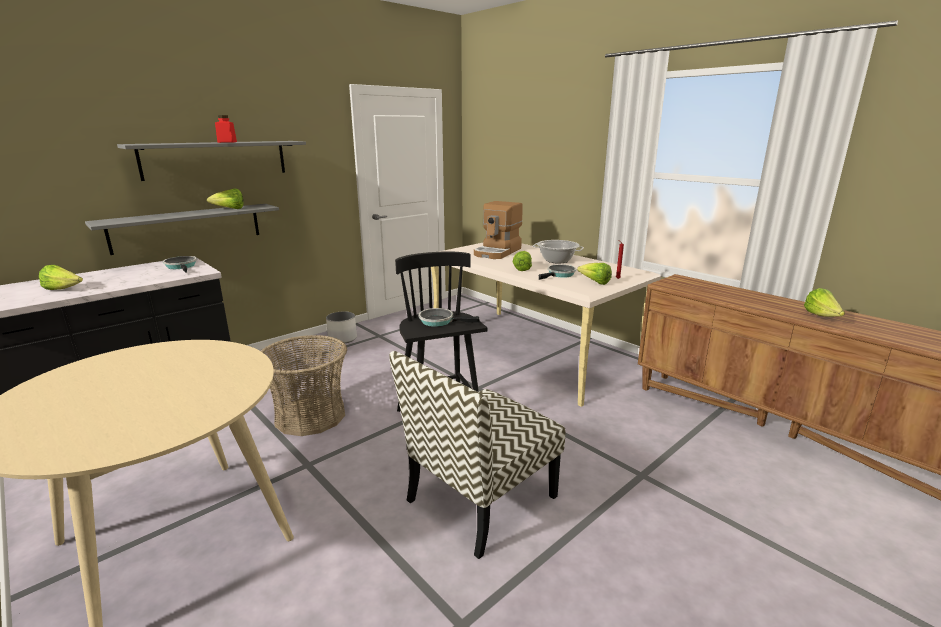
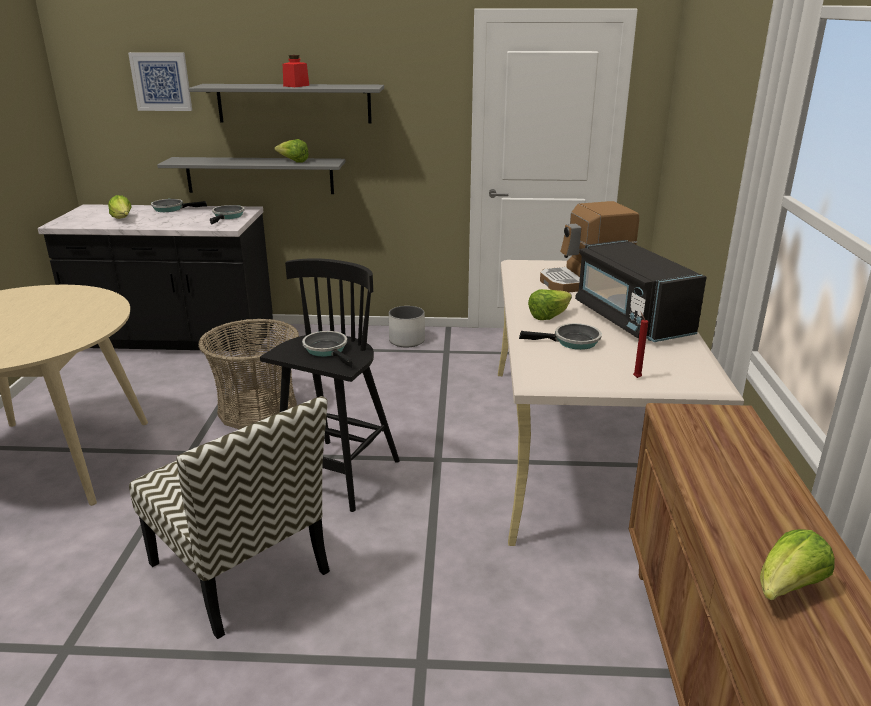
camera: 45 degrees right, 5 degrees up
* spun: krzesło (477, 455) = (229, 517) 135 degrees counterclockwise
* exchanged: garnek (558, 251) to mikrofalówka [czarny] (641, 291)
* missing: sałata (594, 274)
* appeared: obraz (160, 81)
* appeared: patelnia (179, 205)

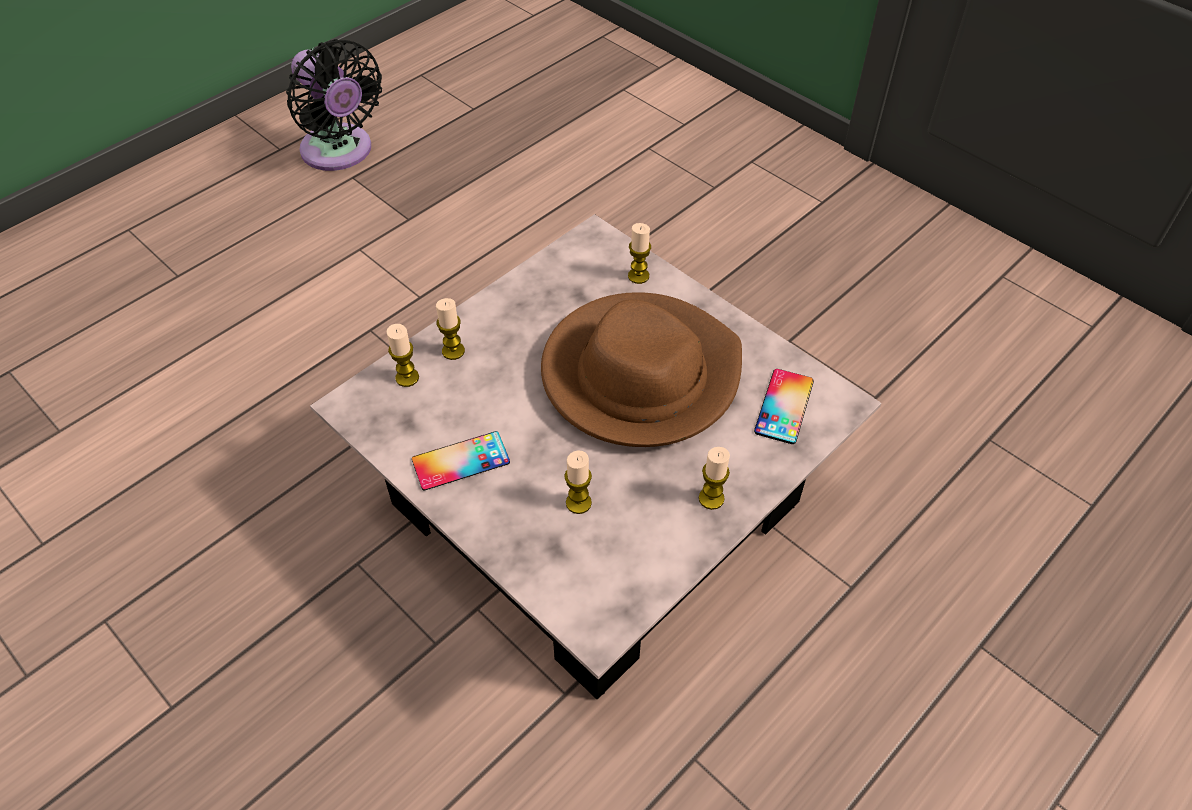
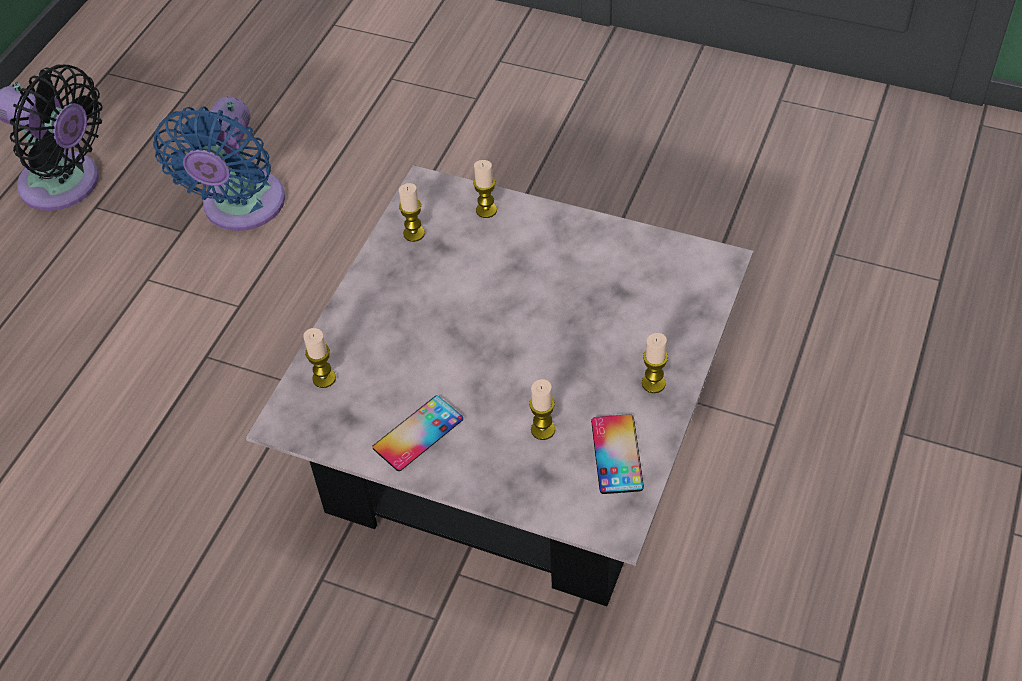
camera: 20 degrees left, 0 degrees up
* relocated: świeca (450, 329) to (412, 212)
* missing: kapelusz [brązowy] (641, 369)
* relocated: telefon (784, 406) to (617, 454)
* appeared: wentylator [niebieski] (219, 163)

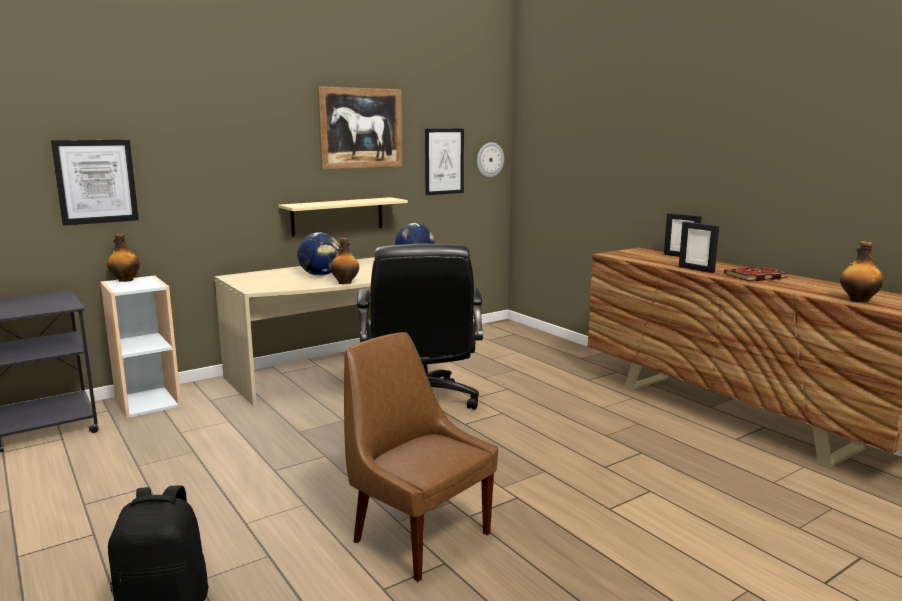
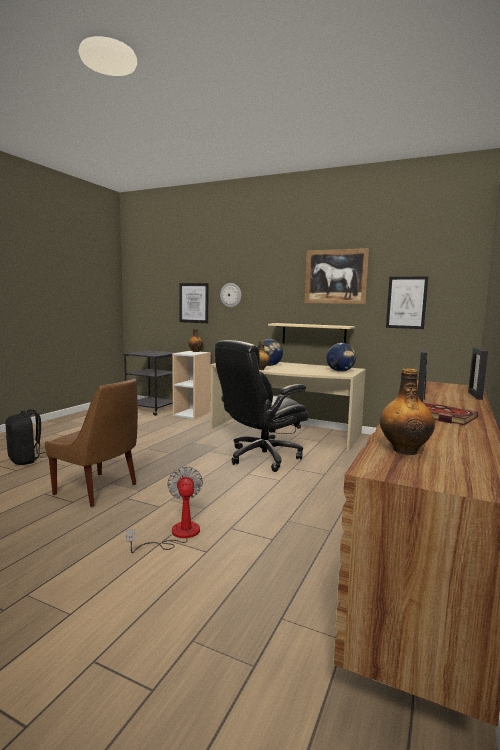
camera: 60 degrees right, 5 degrees down
* spun: krzesło [brązowy] (421, 457) = (91, 443) 105 degrees clockwise
* relocated: zegar ścienny (490, 159) to (230, 295)
* appeared: wentylator (164, 509)

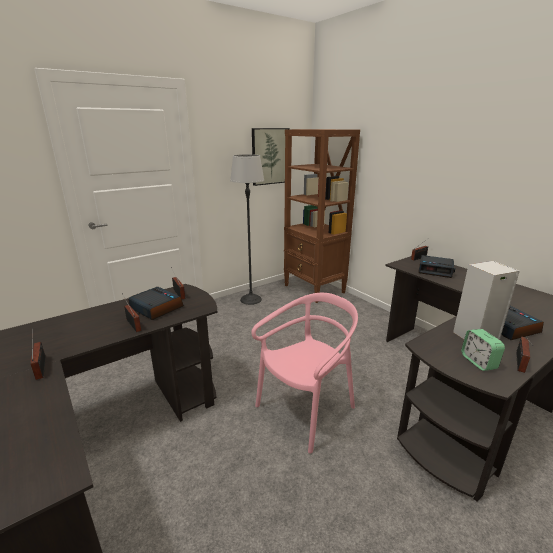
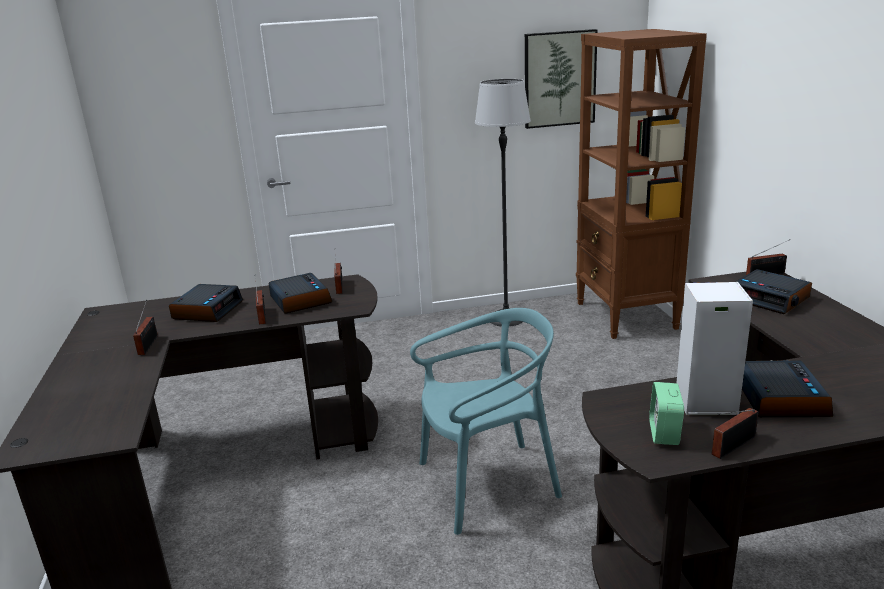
camera: 25 degrees right, 0 degrees up
* colour: krzesło [różowy] (304, 373) to krzesło [turkusowy] (486, 421)
* appeared: budzik (206, 303)

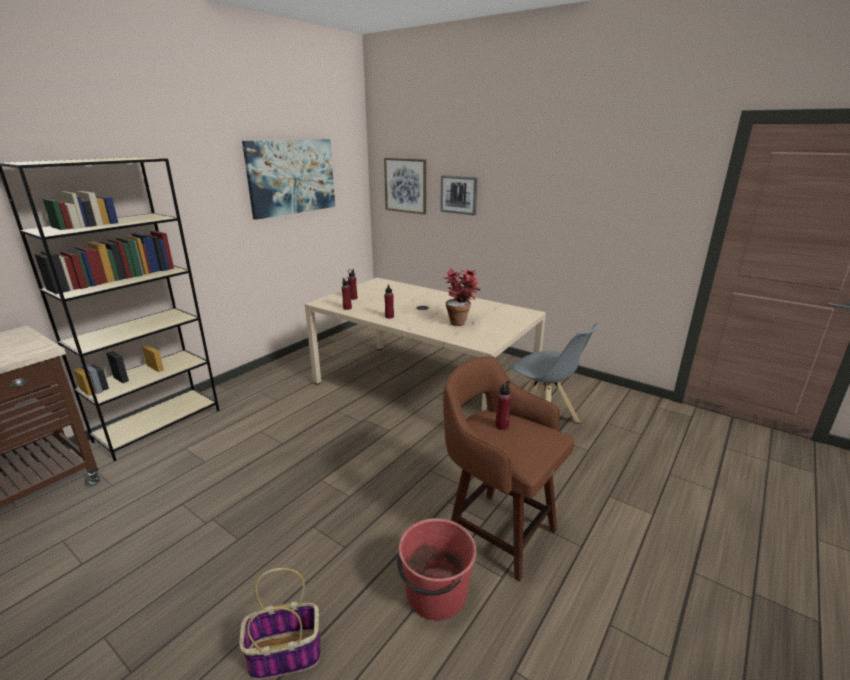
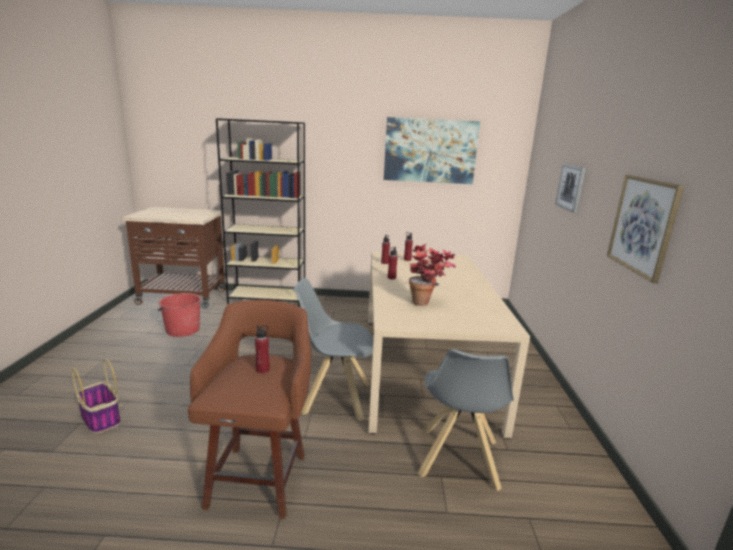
camera: 55 degrees right, 5 degrees down
* relocated: obraz (405, 186) to (645, 229)
* relocated: wiadro [czerwony] (437, 569) to (179, 315)
* appeared: krzesło [szary] (333, 349)

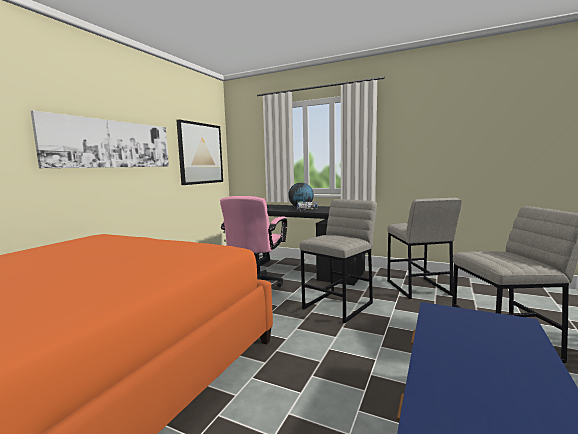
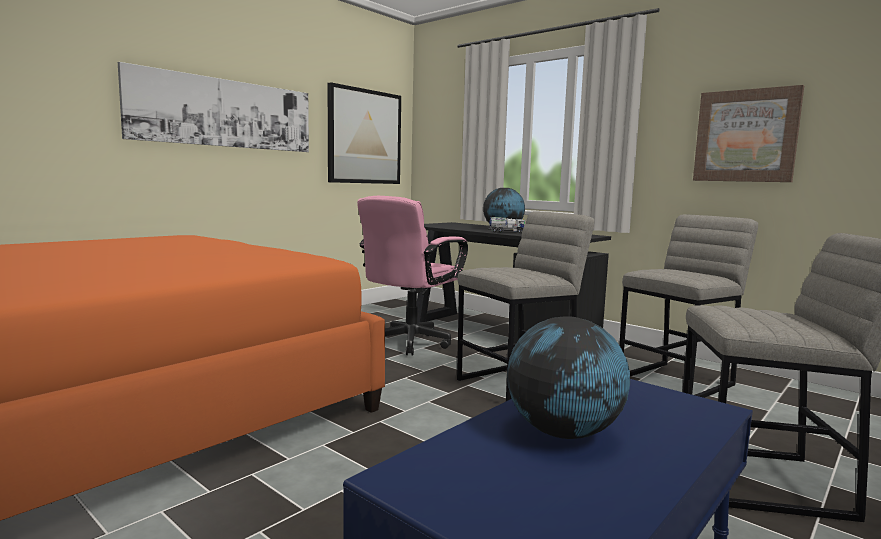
camera: 15 degrees right, 0 degrees up
* spun: krzesło [szary] (424, 248) = (688, 306) 135 degrees counterclockwise
* appeared: globus (568, 377)
* appeared: obraz (748, 133)

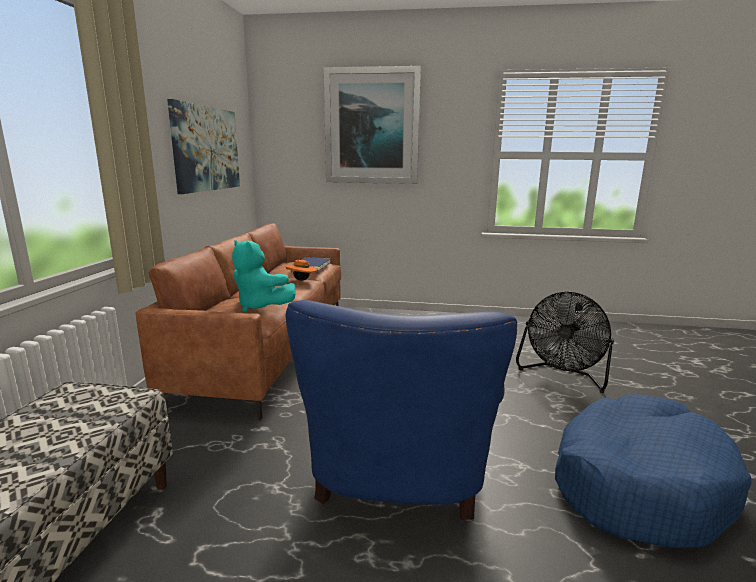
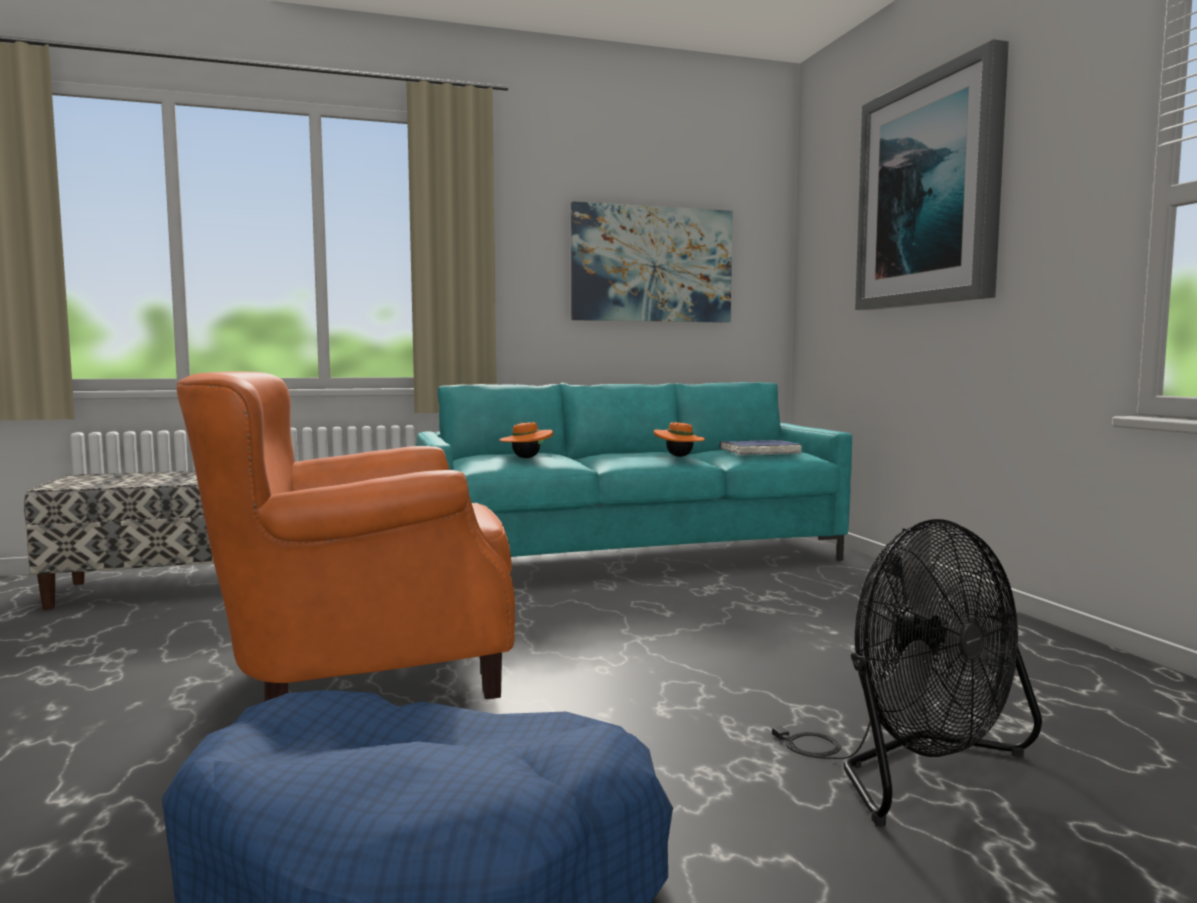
camera: 65 degrees right, 10 degrees down
* colour: kanapa [brązowy] (238, 321) to kanapa [turkusowy] (634, 471)
* exchanged: pluszak [turkusowy] (263, 276) to kapelusz [pomarańczowy] (526, 439)
* colour: fotel [niebieski] (401, 410) to fotel [pomarańczowy] (346, 536)
* spun: wentylator [czarny] (565, 342) = (907, 672) 135 degrees counterclockwise

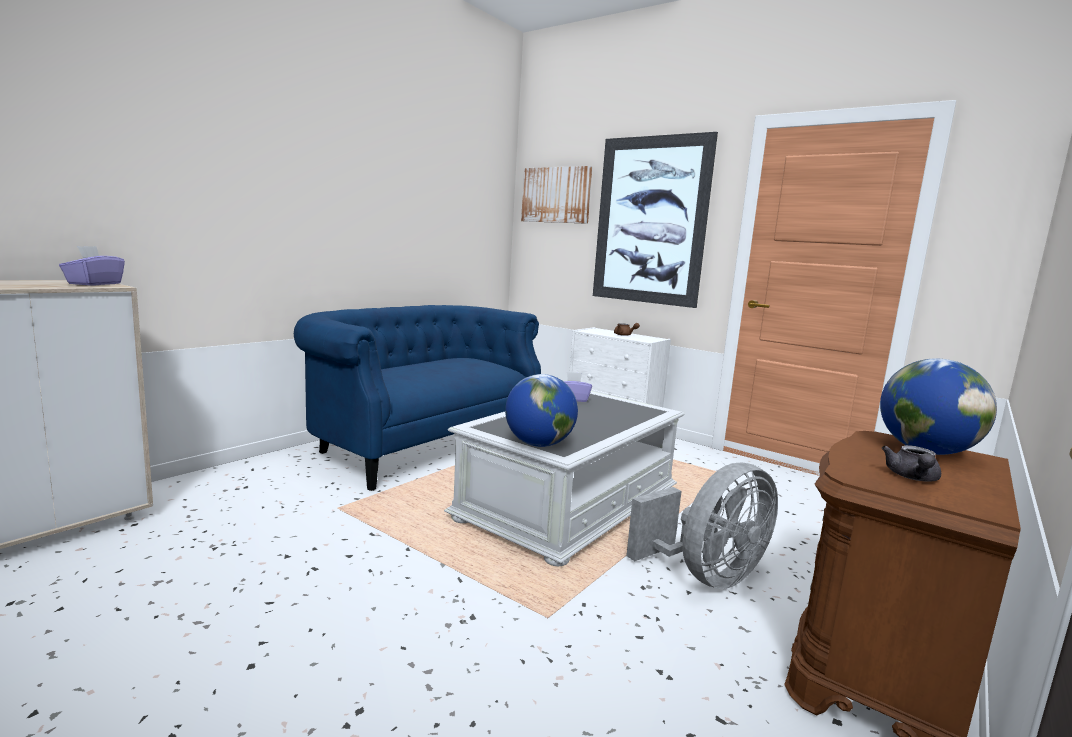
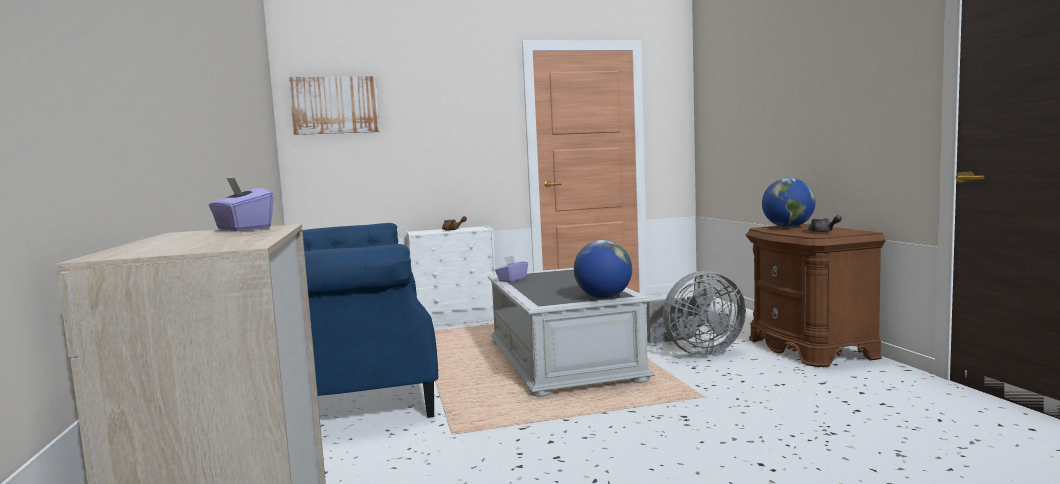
camera: 50 degrees left, 5 degrees down
* missing: obraz (655, 220)
* spun: wentylator [szary] (702, 525) = (696, 313) 75 degrees clockwise

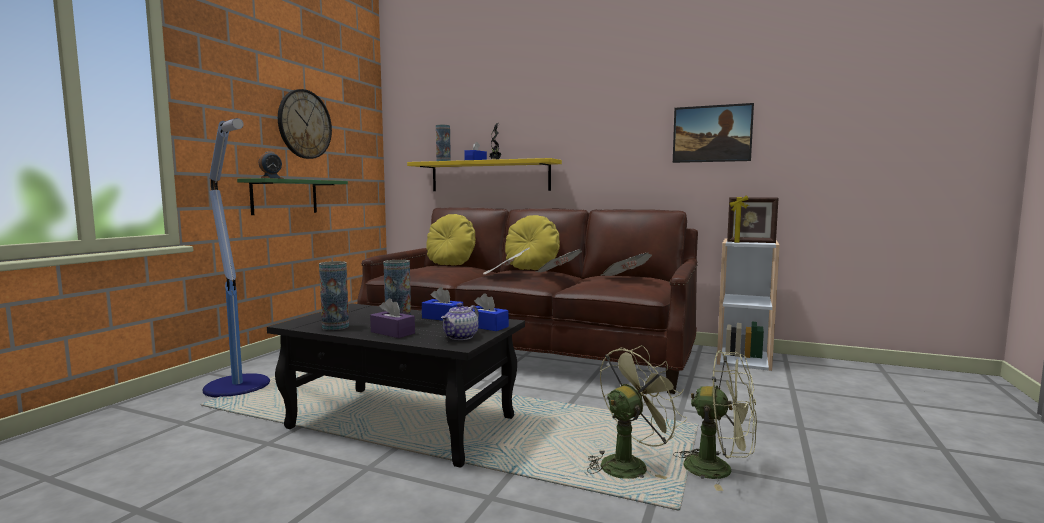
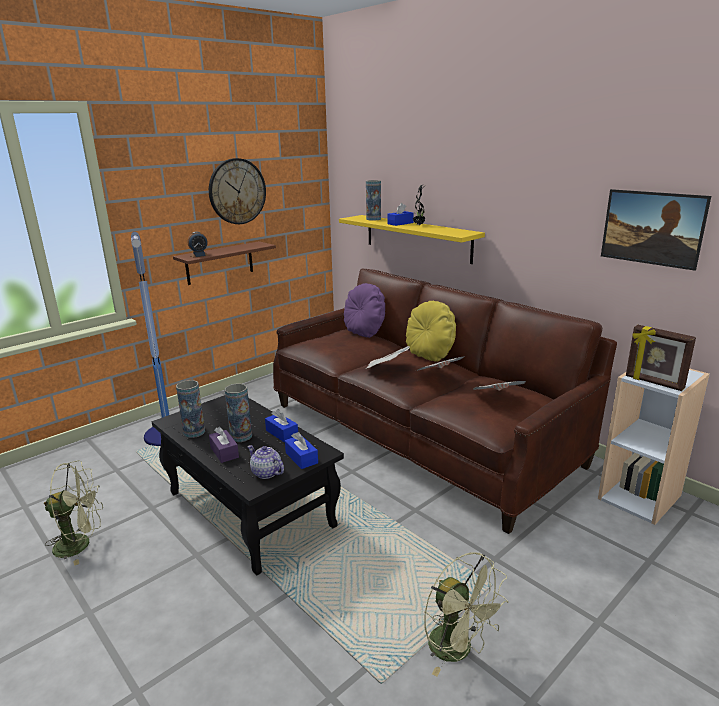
camera: 25 degrees right, 15 degrees up
* colour: półka [zielony] (292, 196) to półka [brązowy] (224, 263)
* colour: poduszka [żółty] (451, 240) to poduszka [fioletowy] (364, 310)
* spun: imbryk (460, 321) = (265, 462) 75 degrees clockwise
* relocated: wentylator [zielony] (637, 412) to (73, 513)

